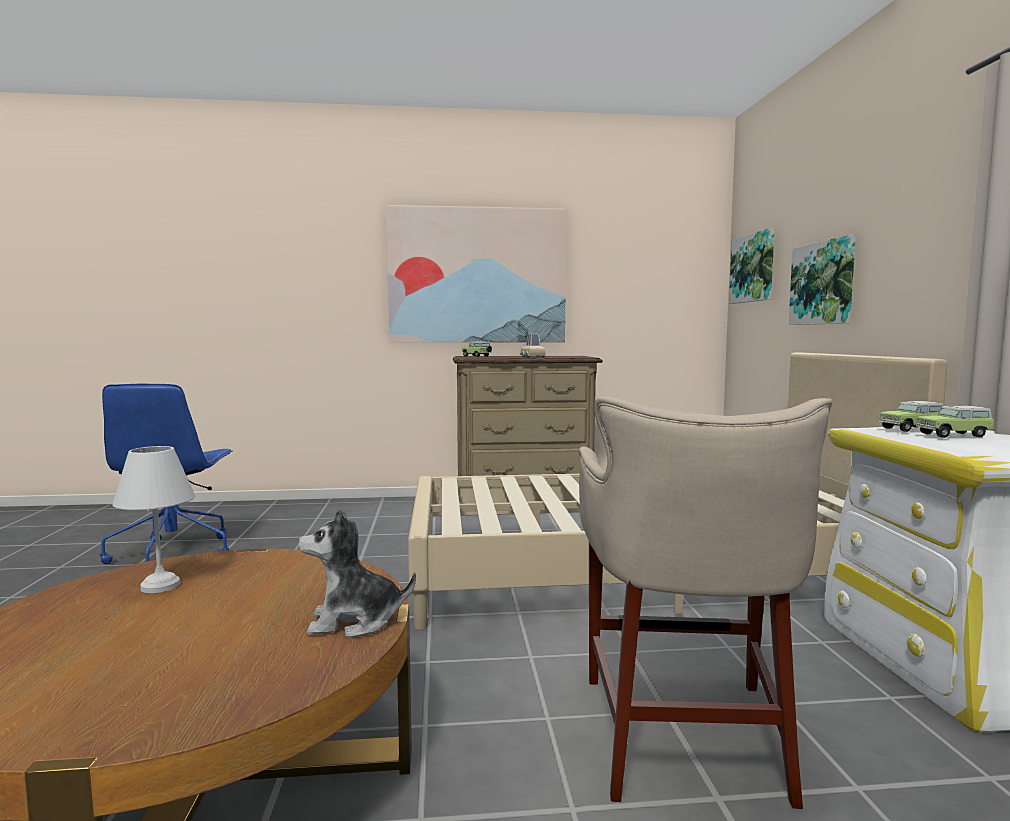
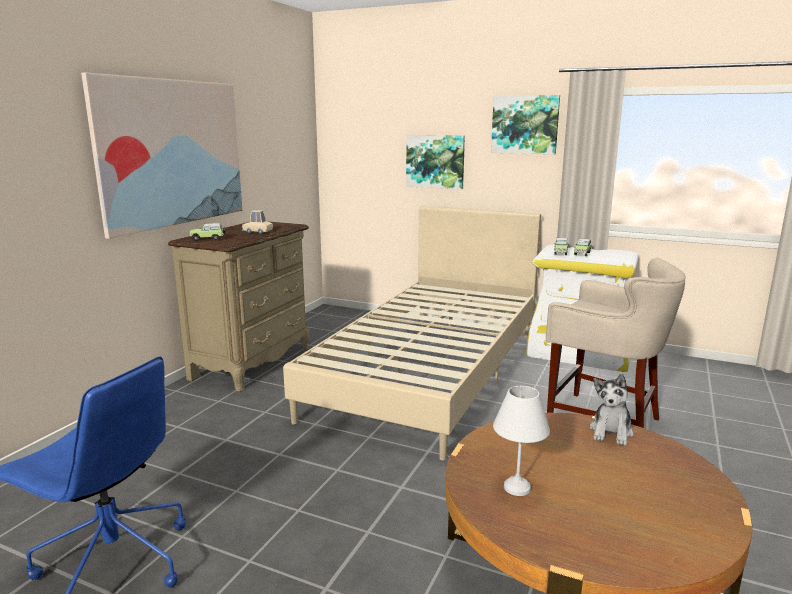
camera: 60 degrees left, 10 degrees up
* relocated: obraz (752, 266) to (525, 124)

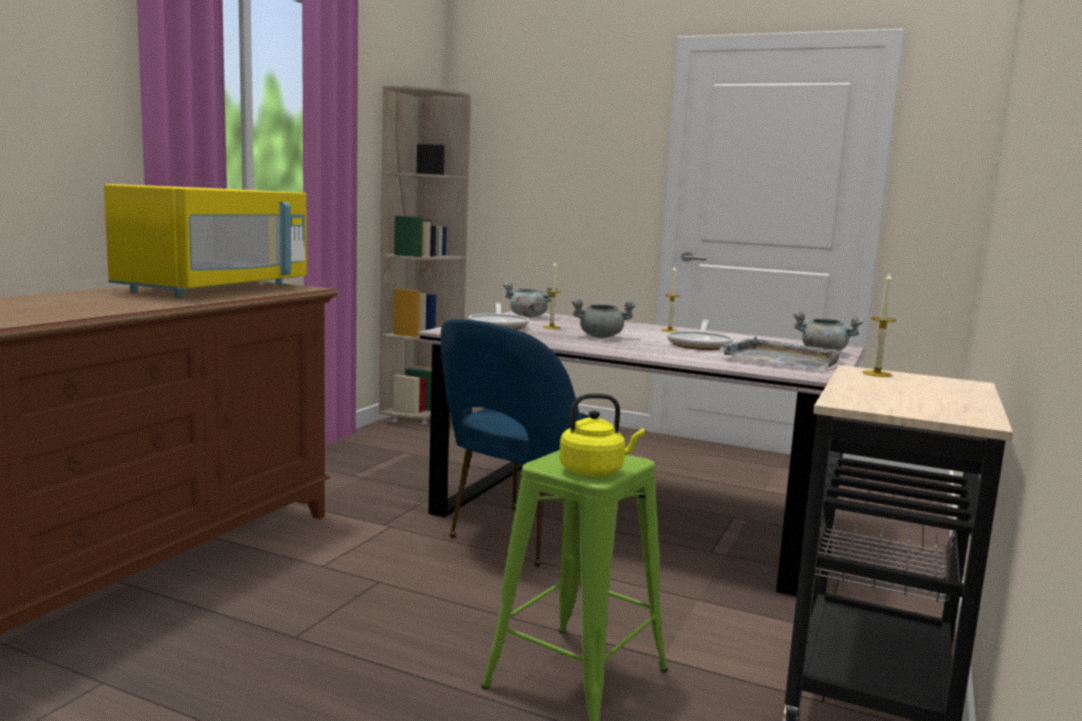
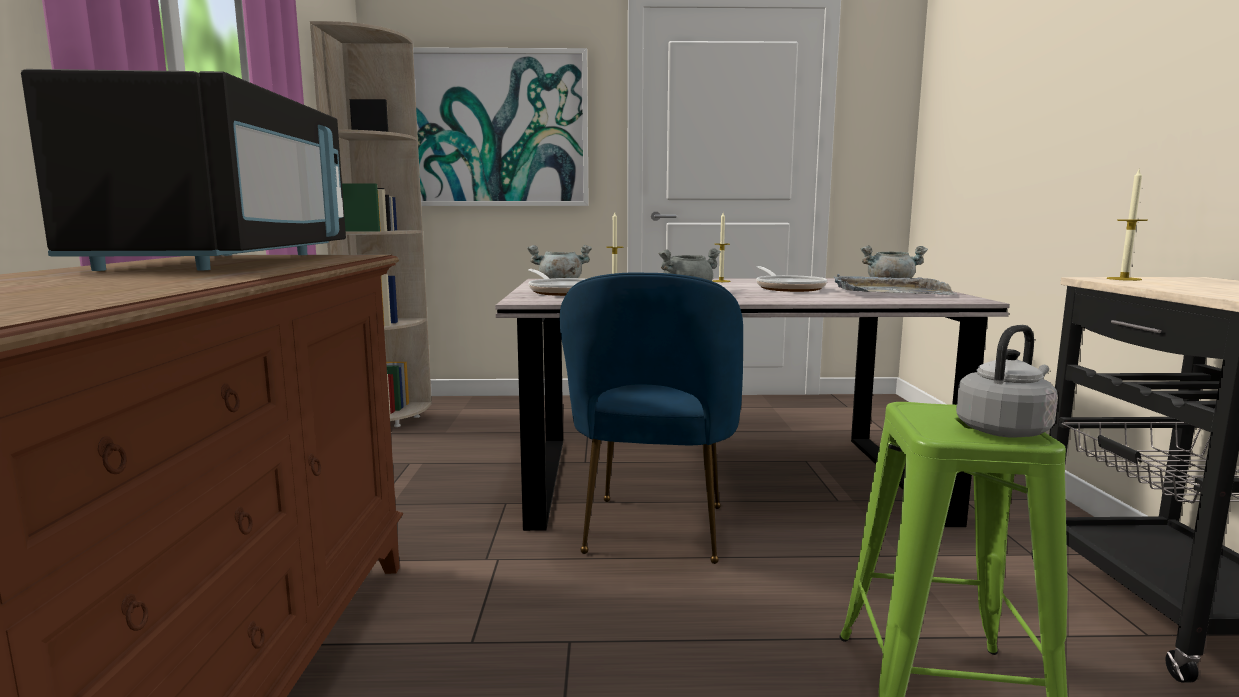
camera: 25 degrees left, 0 degrees up
* colour: mikrofalówka [żółty] (205, 240) to mikrofalówka [czarny] (183, 170)
* colour: czajnik [żółty] (602, 434) to czajnik [szary] (1007, 381)
* appeared: obraz (501, 126)

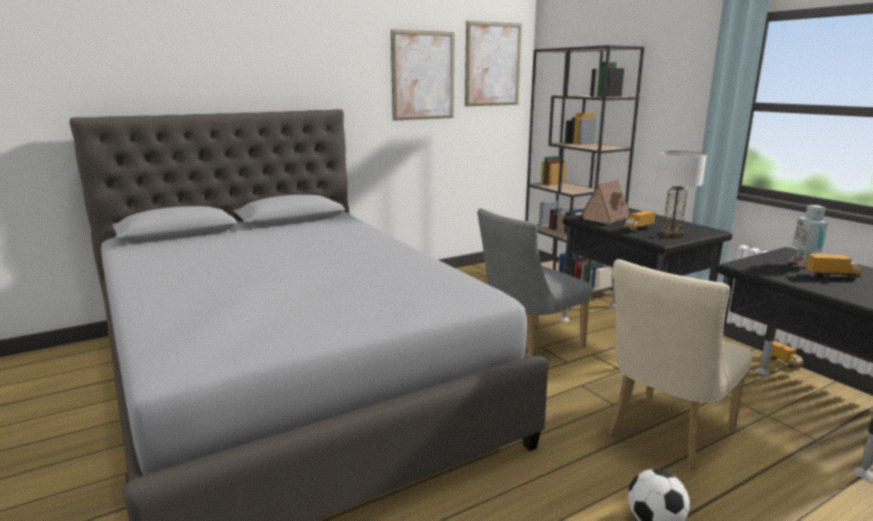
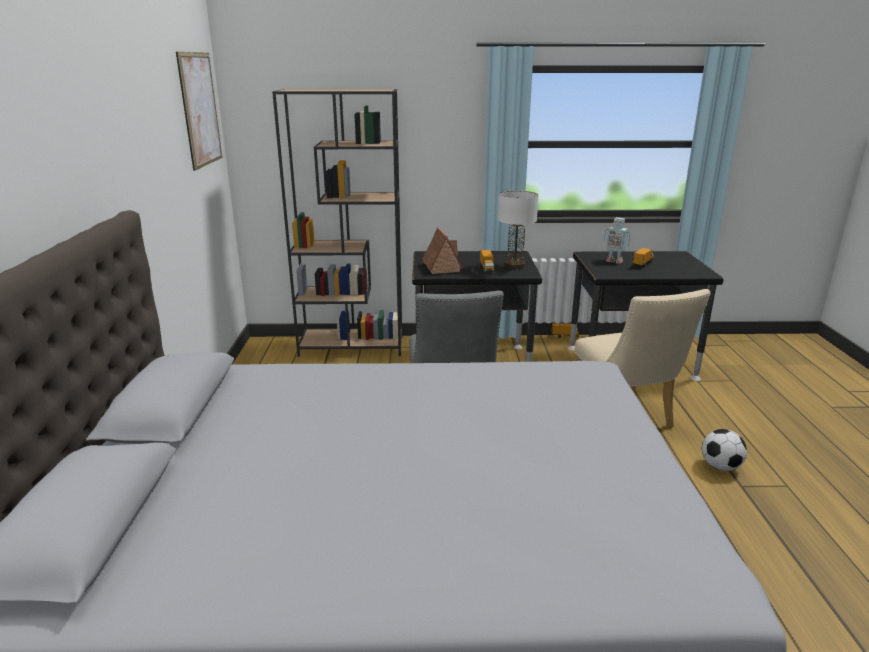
camera: 60 degrees left, 5 degrees up
* missing: obraz (422, 75)

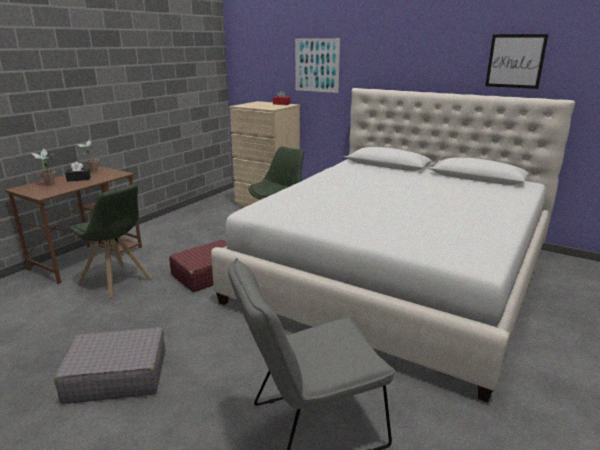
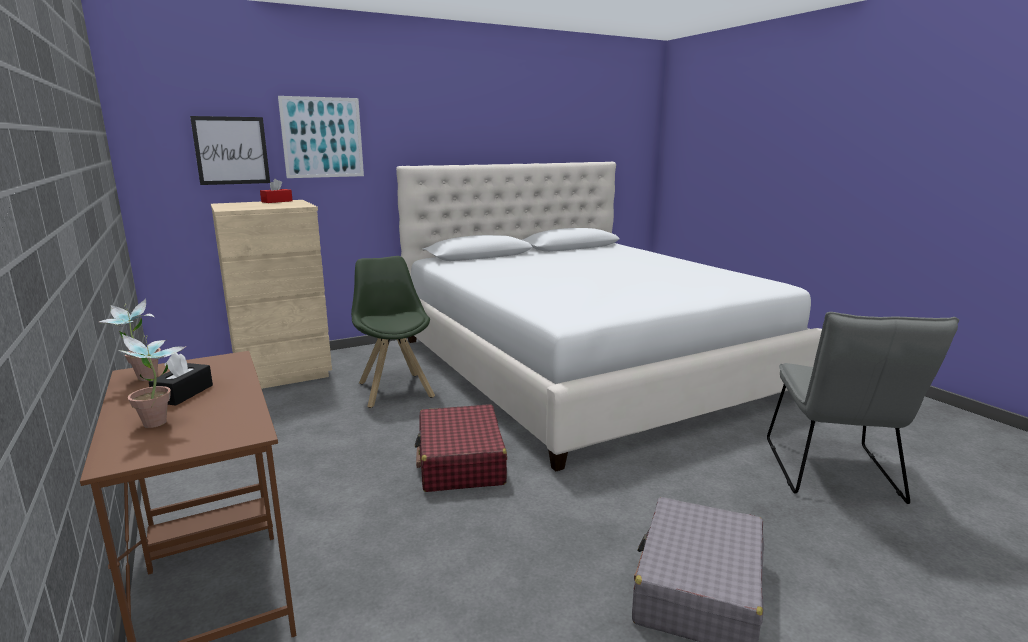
camera: 60 degrees left, 5 degrees down
* missing: krzesło [zielony] (111, 241)
* relocated: obraz (517, 61) to (230, 150)

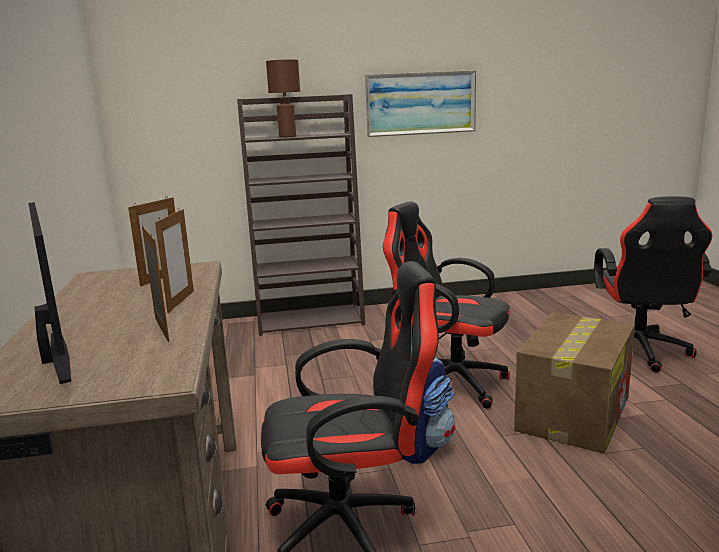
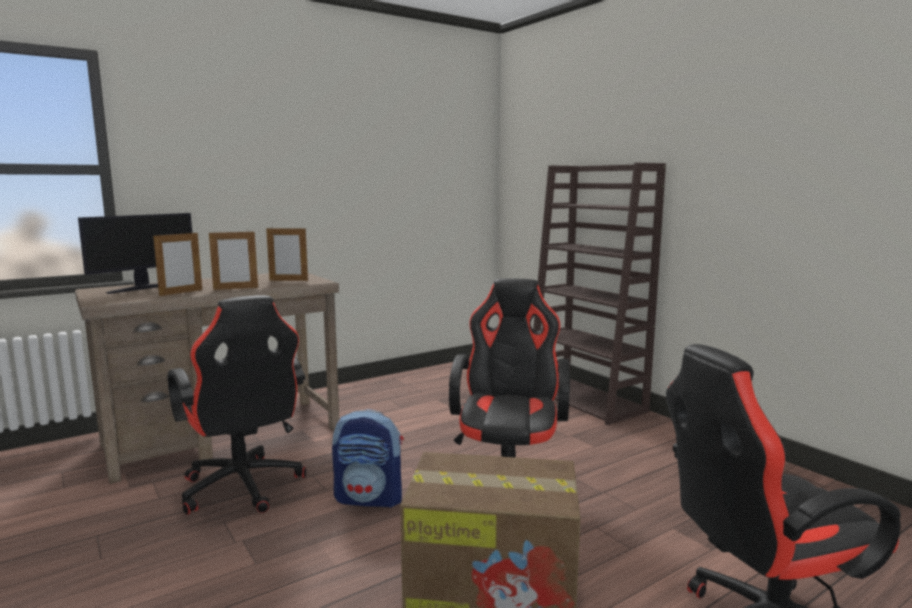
camera: 65 degrees right, 5 degrees down
* missing: lampa stołowa [brązowy] (283, 98)
* missing: obraz (420, 103)

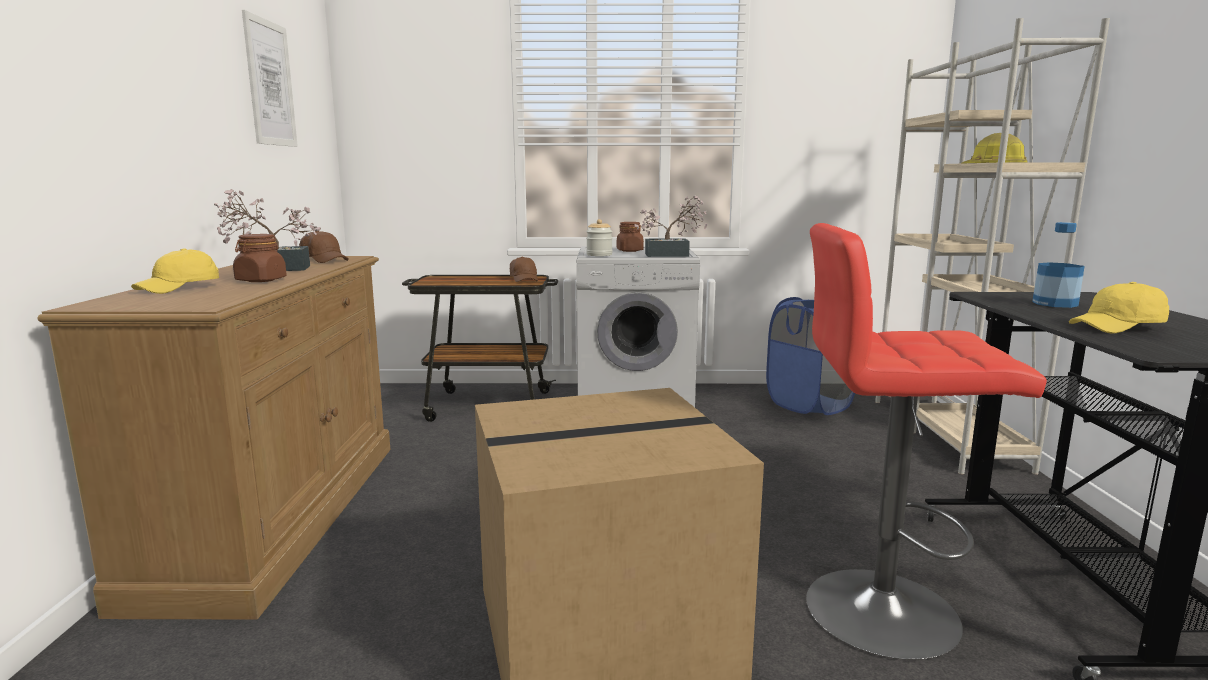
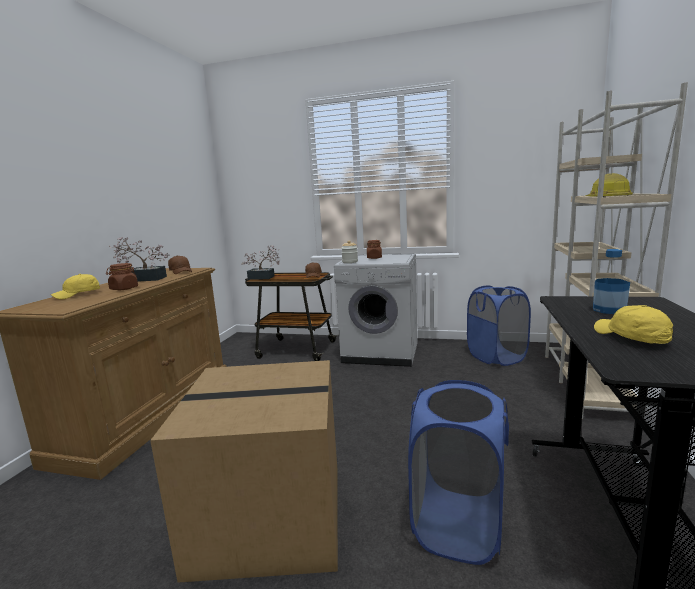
camera: 15 degrees right, 0 degrees up
* missing: obraz (270, 78)
* relocated: roślina doniczkowa (671, 226) to (260, 263)
* exchanged: stołek [czerwony] (926, 441) to kosz na pranie [niebieski] (458, 472)
* spun: czapka z daszkiem [żółty] (1119, 308) = (633, 324) 75 degrees clockwise

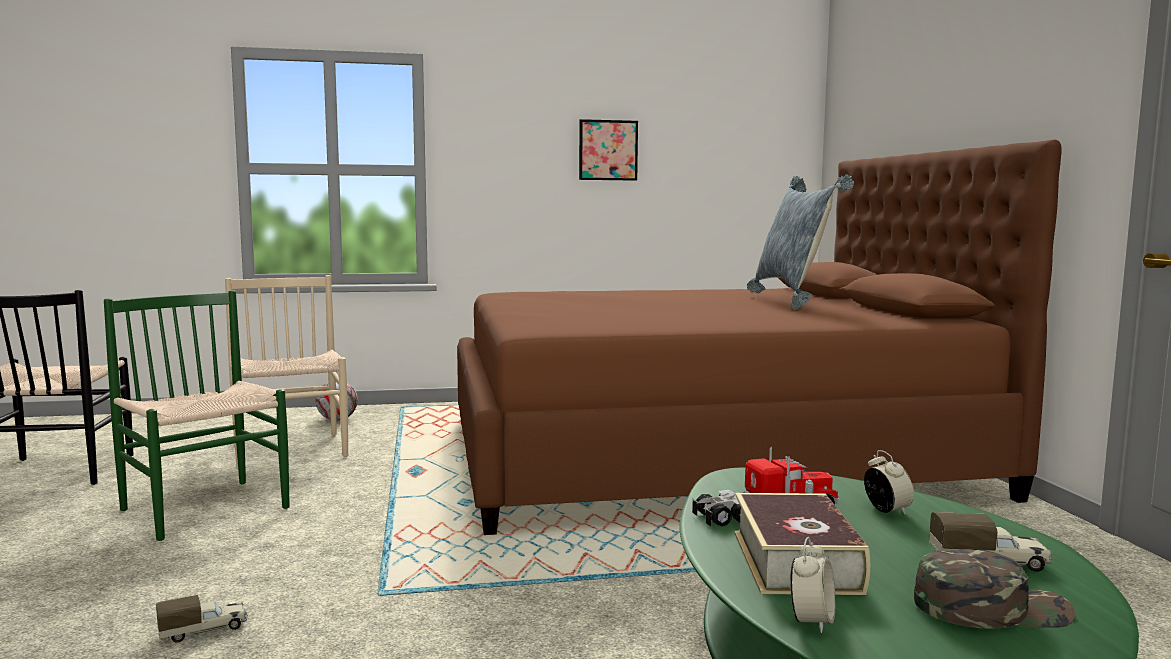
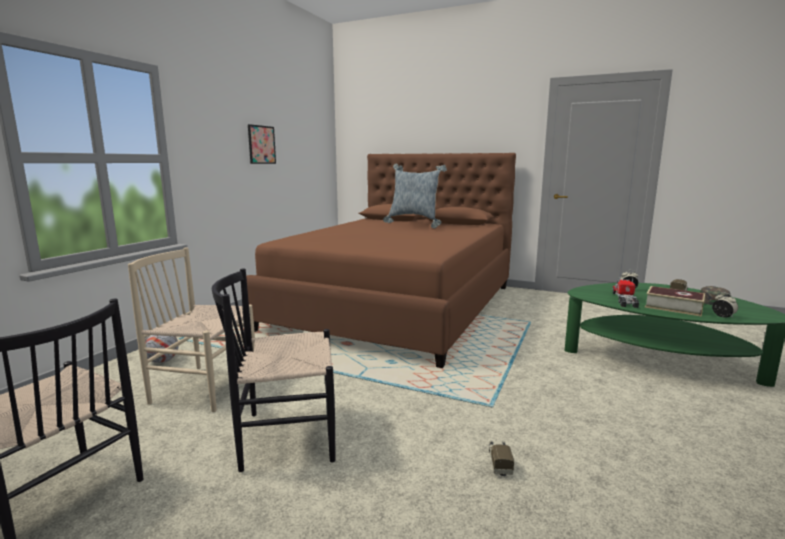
camera: 55 degrees left, 5 degrees up
* colour: krzesło [zielony] (197, 415) to krzesło [czarny] (273, 370)

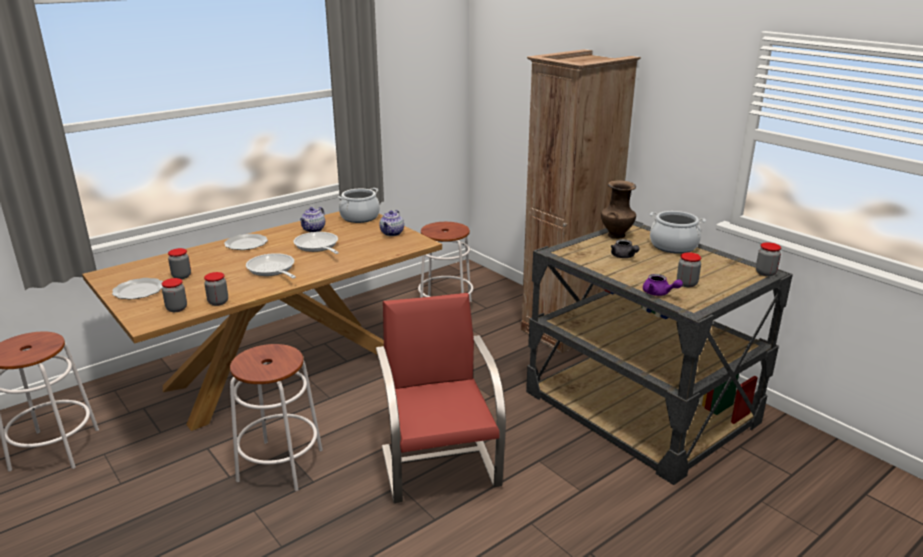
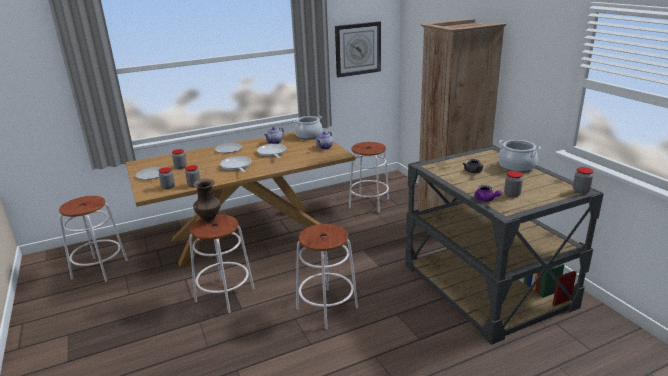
camera: 15 degrees right, 0 degrees up
* exchanged: krzesło [czerwony] (441, 398) to stołek [biały] (327, 276)
* relocated: wazon [brązowy] (618, 210) to (207, 201)
* appeared: zegar ścienny (358, 49)

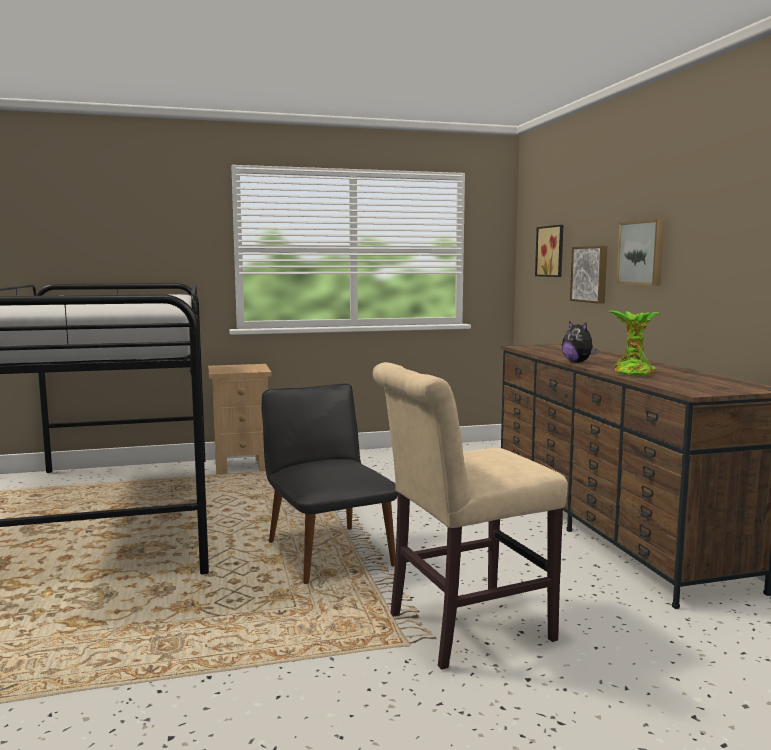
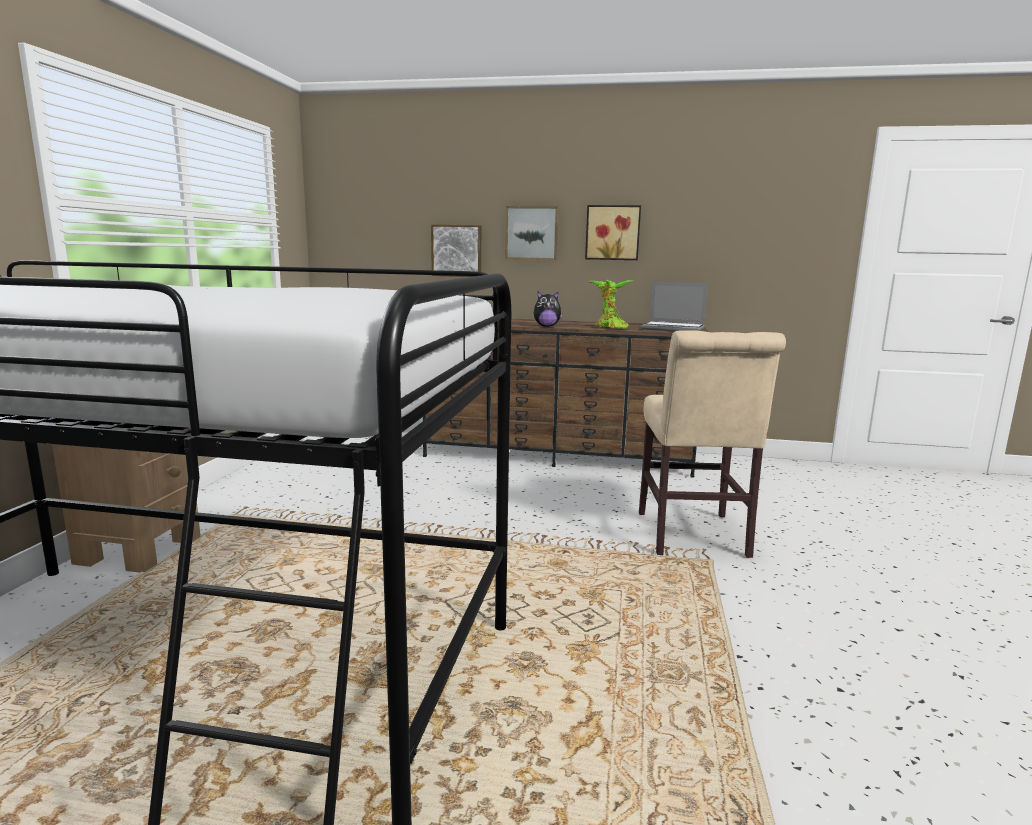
camera: 65 degrees left, 5 degrees up
* missing: krzesło [czarny] (330, 484)
* relocated: obraz (549, 251) to (613, 232)
* appeared: laptop (674, 306)

